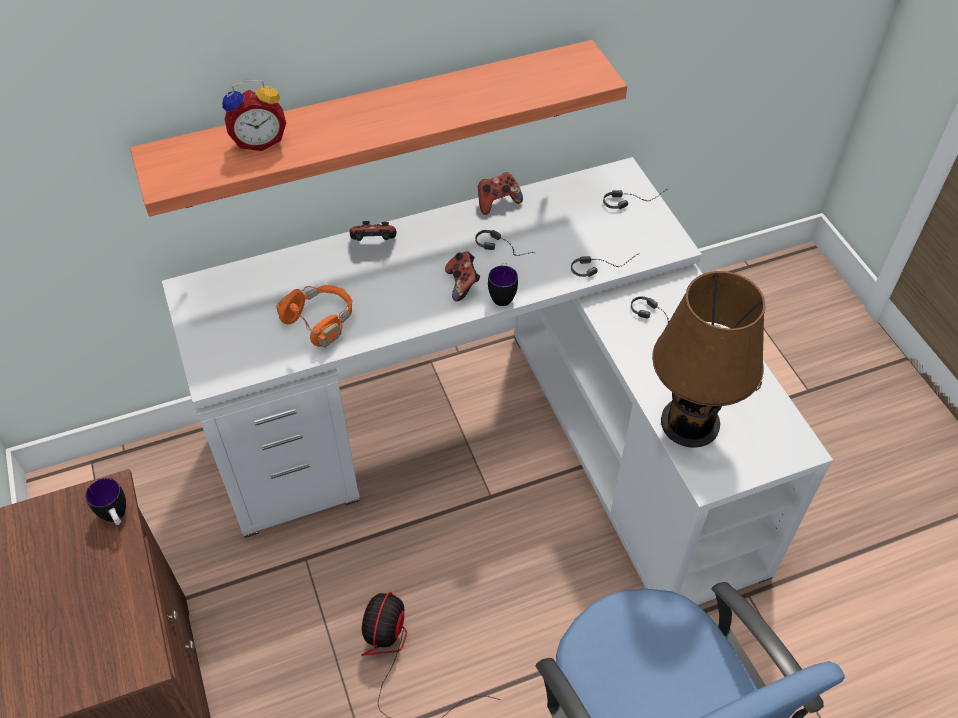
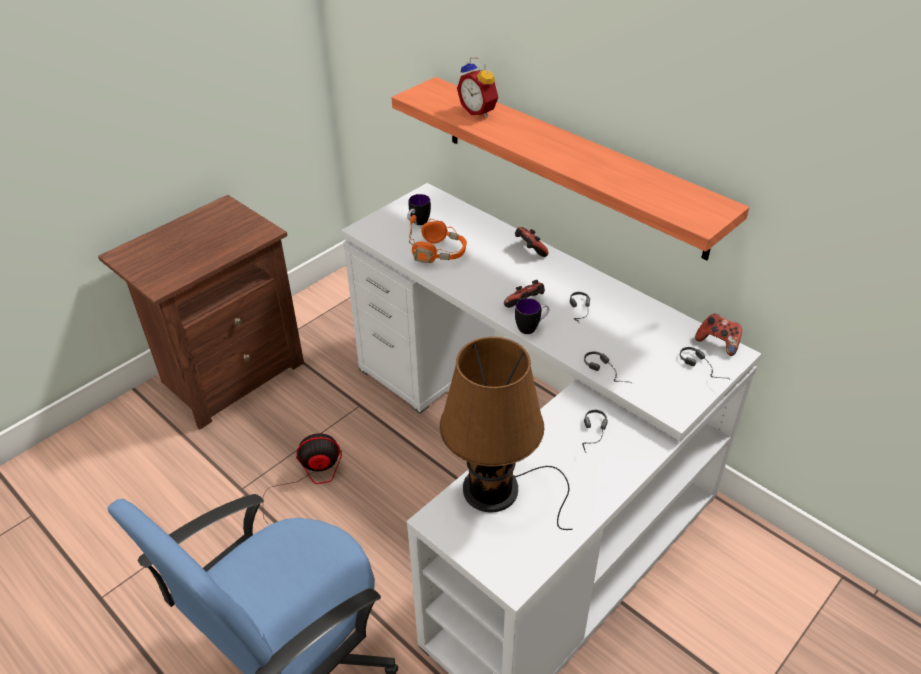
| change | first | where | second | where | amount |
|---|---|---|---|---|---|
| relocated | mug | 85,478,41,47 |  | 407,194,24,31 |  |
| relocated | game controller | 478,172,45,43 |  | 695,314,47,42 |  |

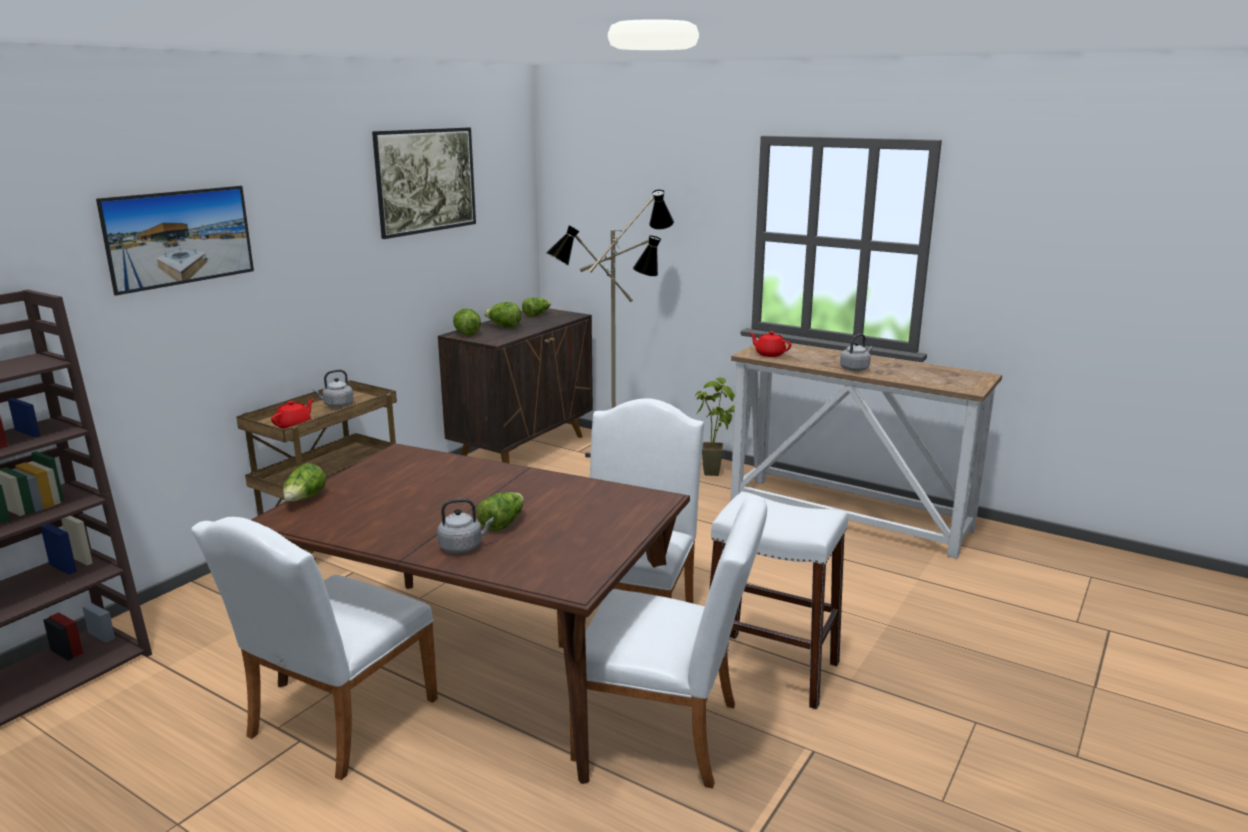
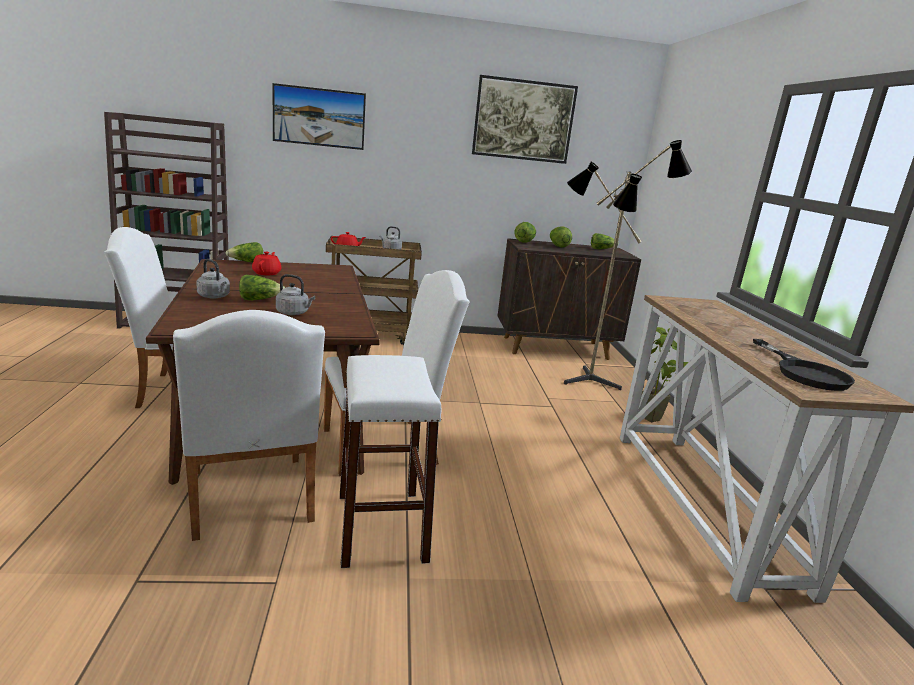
| change | first | where | second | where | amount |
|---|---|---|---|---|---|
| relocated | teapot (red) | 750,331,41,26 |  | 252,252,29,23 |  |
| relocated | kettle (grey) | 840,334,33,37 |  | 276,274,39,41 |  |
| appeared |  |  | frying pan (black) | 753,339,102,52 |  |

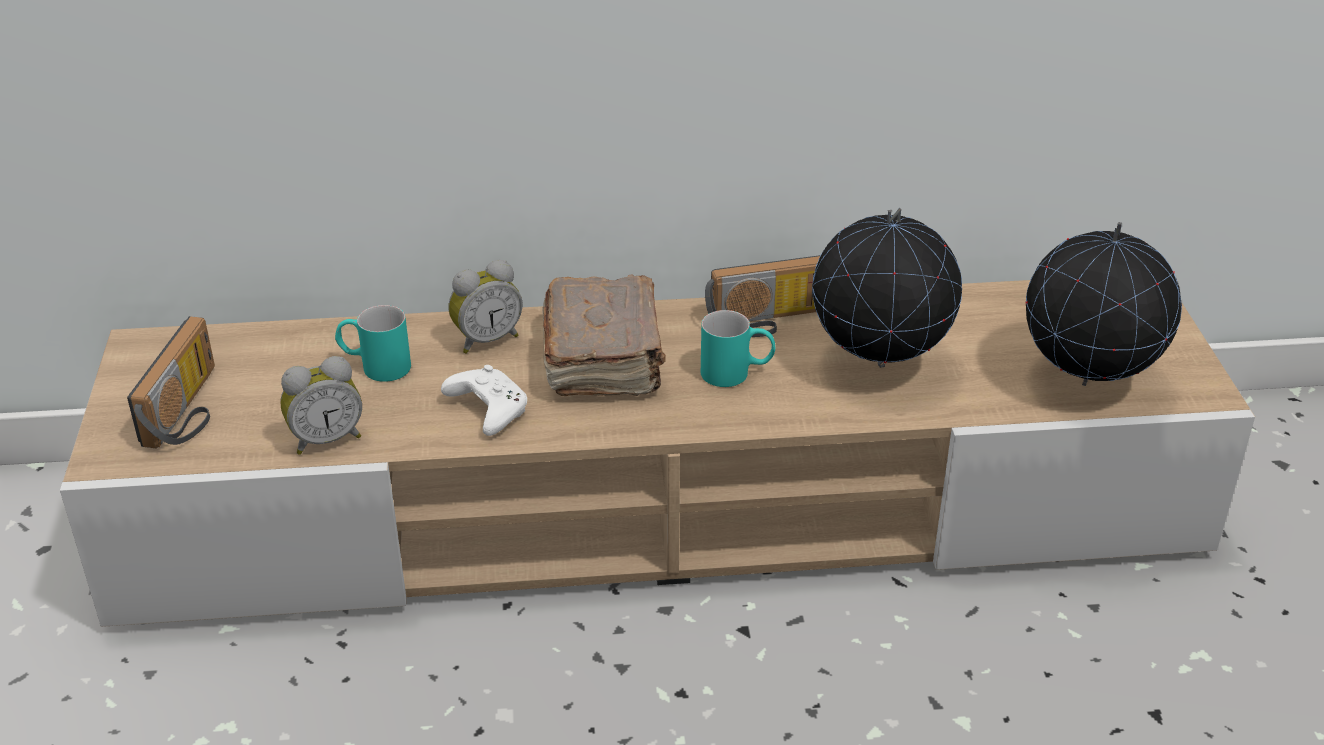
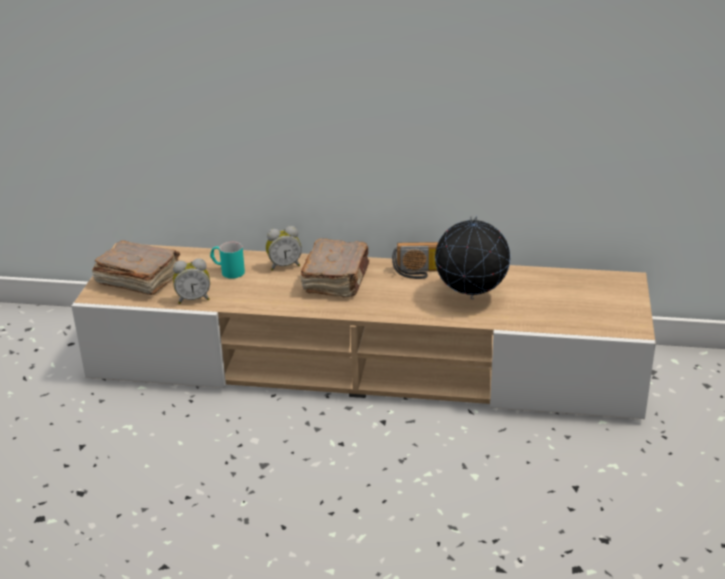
| change | first | where | second | where | amount |
|---|---|---|---|---|---|
| exchanged | radio | 127,316,88,133 | book (brown) | 92,240,88,55 |  |
| missing | game controller (white) | 441,365,86,71 |  |  |  |
| missing | mug (turquoise) | 701,310,74,77 |  |  |  |
| missing | globe | 1025,222,157,164 |  |  |  |

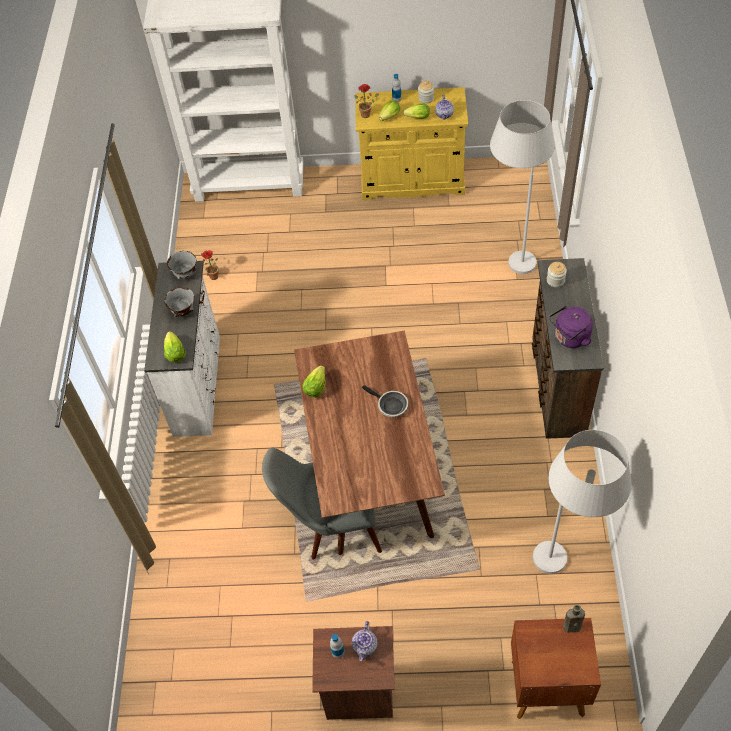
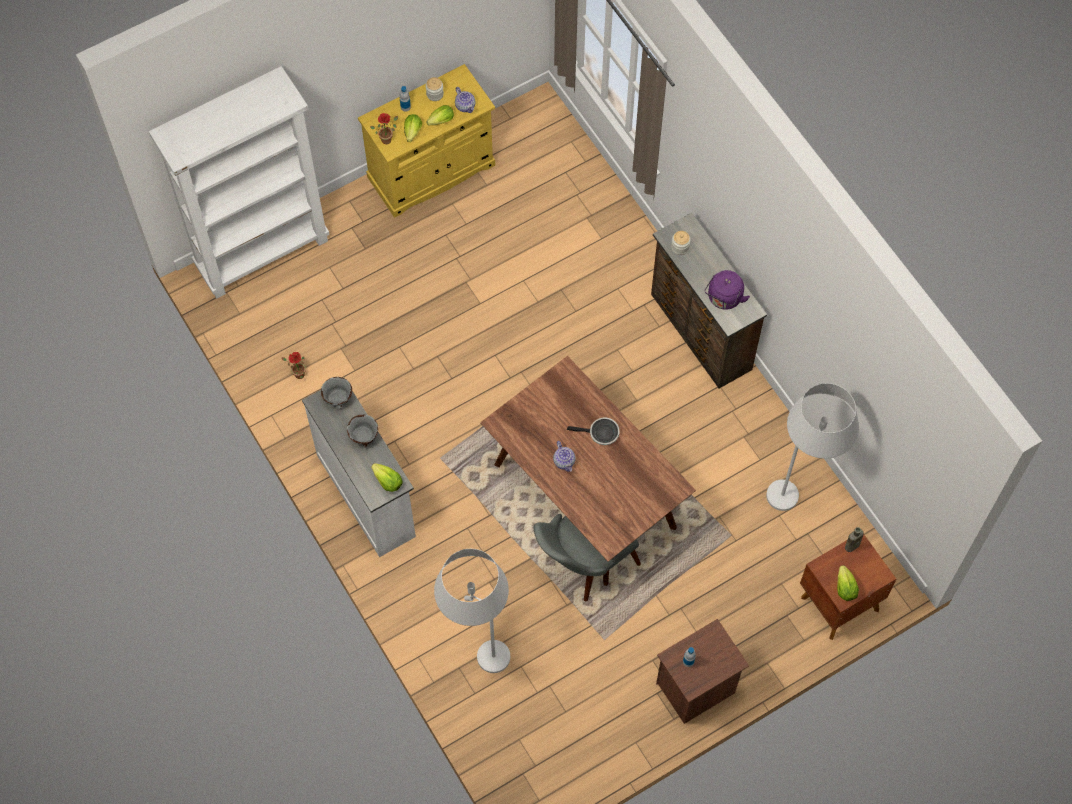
| change | first | where | second | where | amount |
|---|---|---|---|---|---|
| relocated | floor lamp (white) | 490,100,65,174 |  | 434,549,76,124 |  |
| relocated | teapot | 352,621,25,40 |  | 553,441,23,31 |  |
| relocated | lettuce | 302,365,24,32 |  | 837,565,22,36 |  |

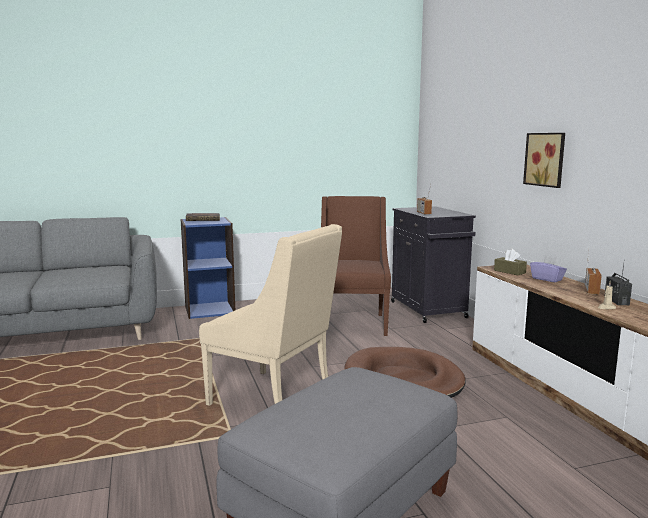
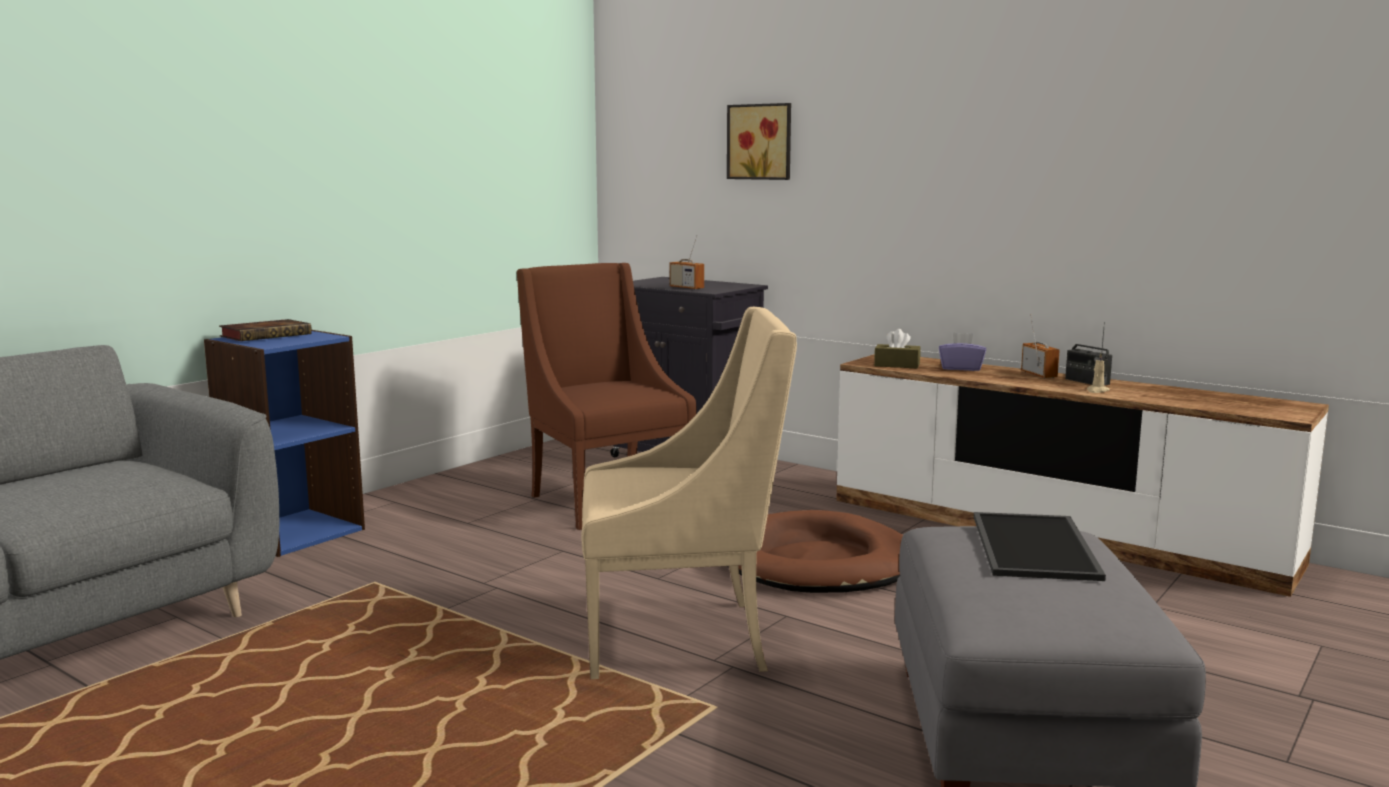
| change | first | where | second | where | amount |
|---|---|---|---|---|---|
| relocated | picture | 523,133,42,55 |  | 727,103,64,77 |  |
| appeared |  |  | tray | 974,512,132,69 |  |

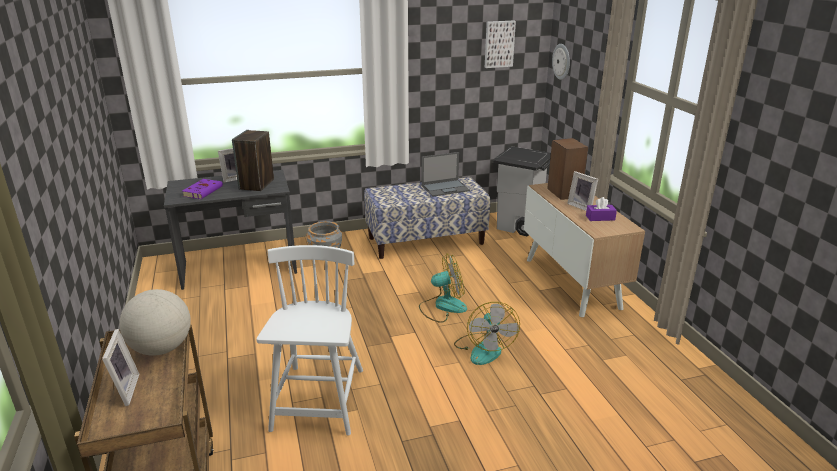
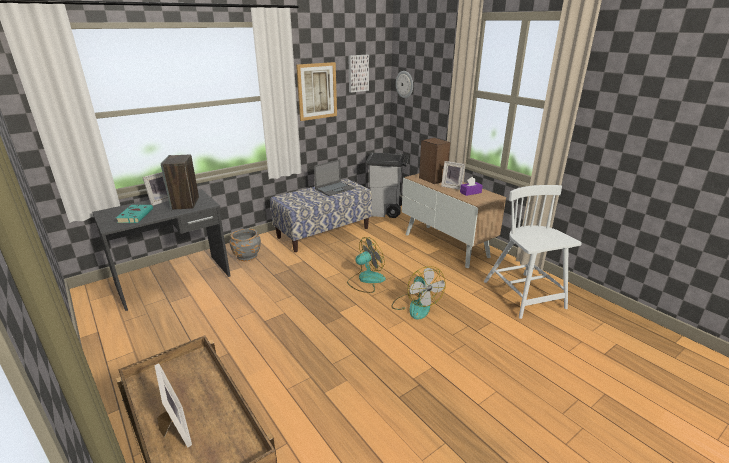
| change | first | where | second | where | amount |
|---|---|---|---|---|---|
| colour | book (purple) | 182,179,41,20 | book (turquoise) | 116,205,37,18 |  |
| appeared |  |  | picture | 296,62,41,59 |  |
| relocated | chair (white) | 256,245,107,190 |  | 484,185,98,134 |  |
| missing | globe | 119,289,72,67 |  |  |  |

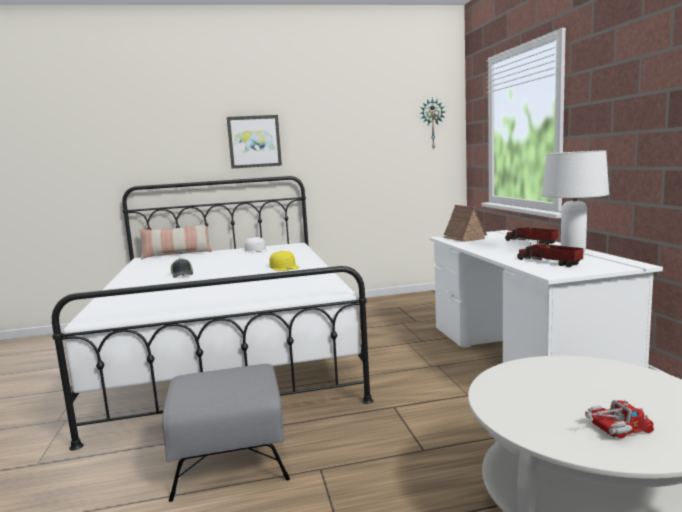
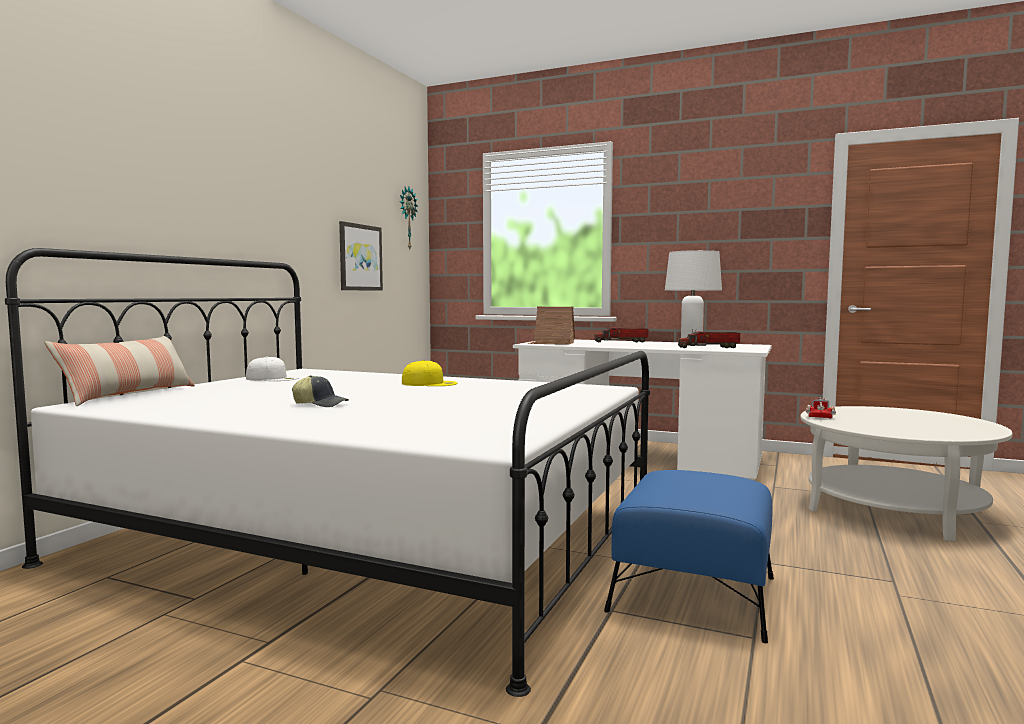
| change | first | where | second | where | amount |
|---|---|---|---|---|---|
| relocated | picture | 227,115,55,53 |  | 339,221,44,70 |  |
| colour | ottoman (grey) | 162,364,128,138 | ottoman (blue) | 604,470,170,173 |  |
| relocated | toy truck | 585,400,69,38 |  | 806,397,30,21 |  |

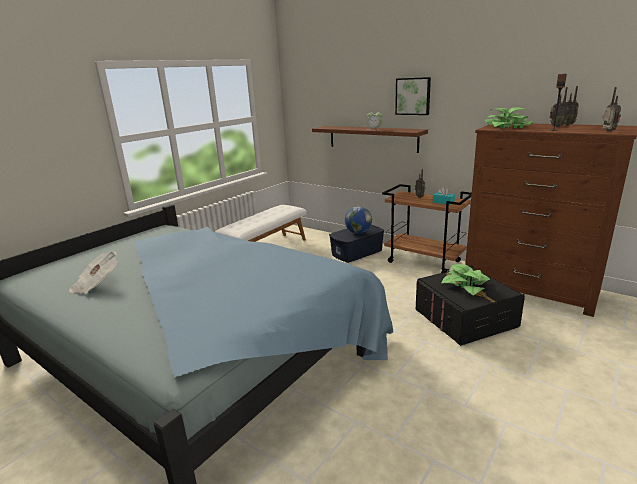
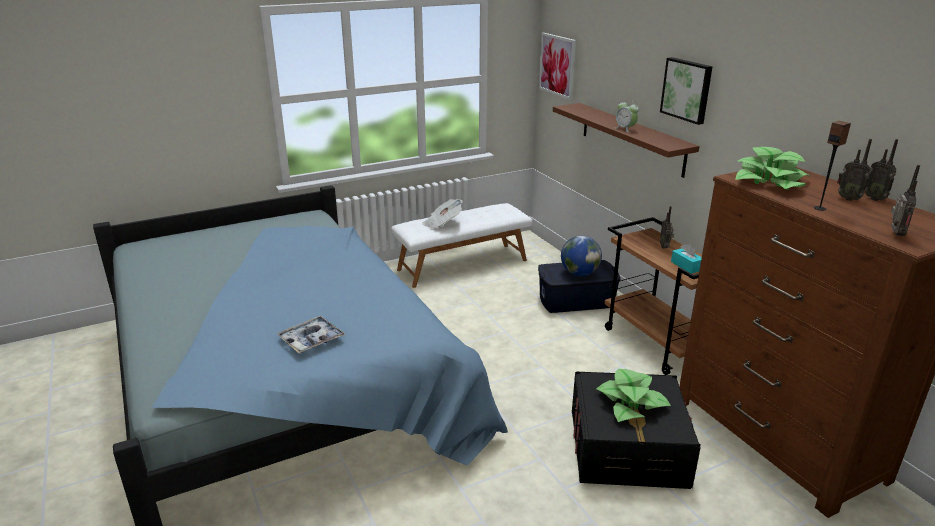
| change | first | where | second | where | amount |
|---|---|---|---|---|---|
| appeared |  |  | tray | 277,316,68,37 |  |
| relocated | newspaper | 69,251,48,43 |  | 422,199,41,30 |  |
| appeared |  |  | picture | 539,33,37,67 |  |

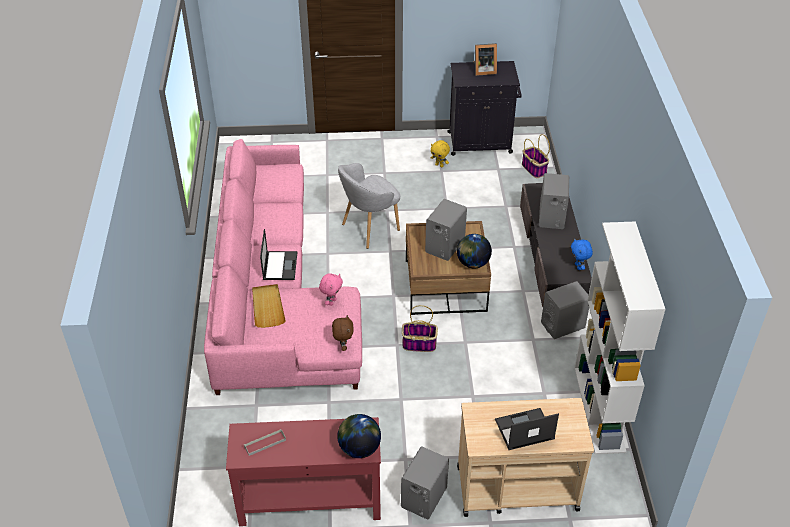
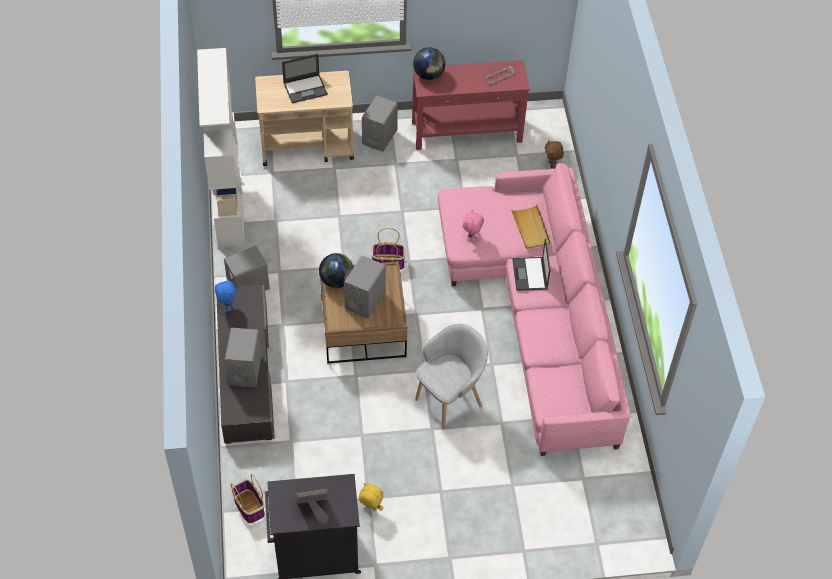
| change | first | where | second | where | amount |
|---|---|---|---|---|---|
| relocated | plush toy (brown) | 332,315,22,36 |  | 545,140,19,29 |  |

